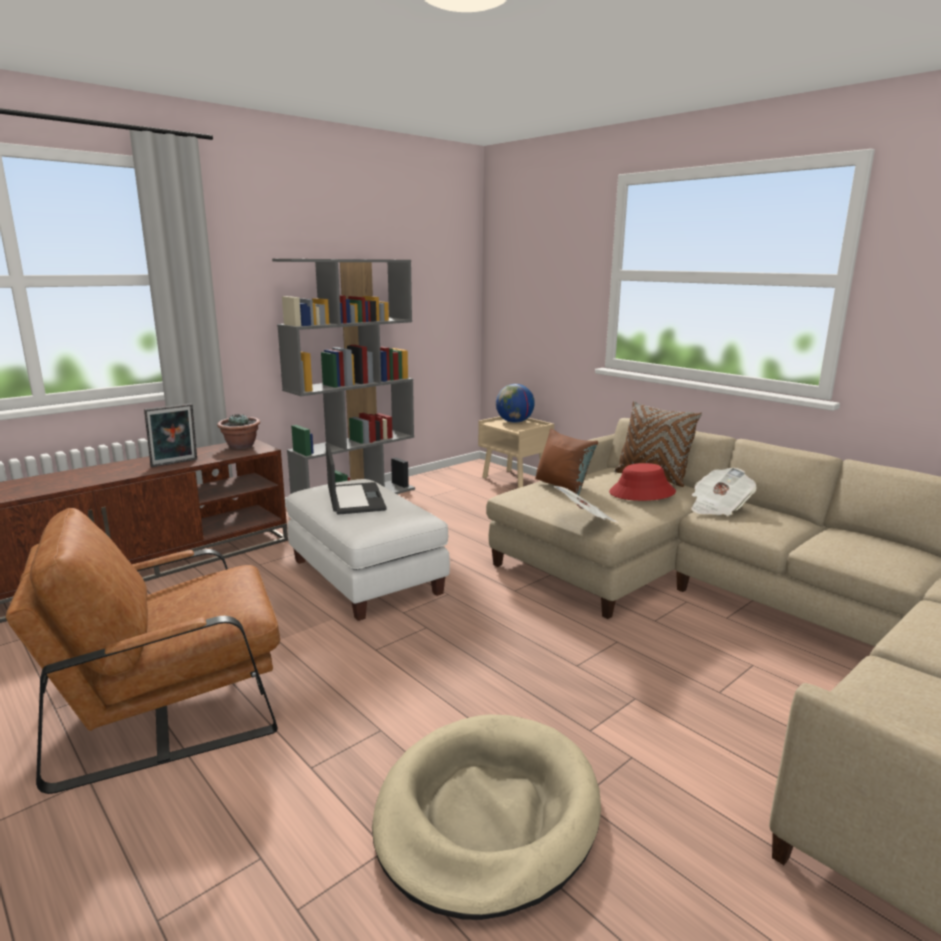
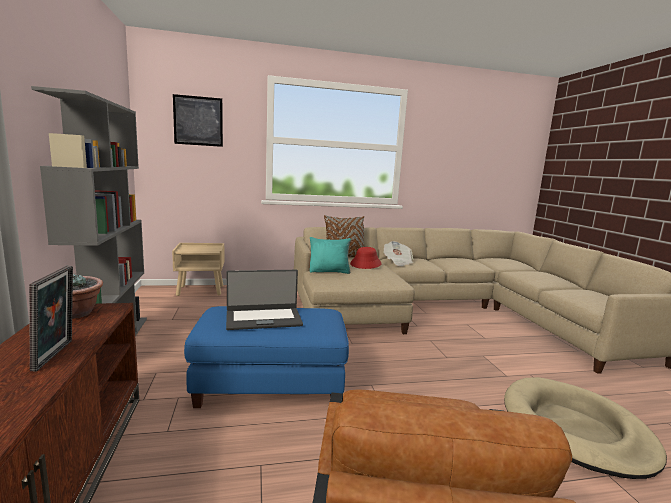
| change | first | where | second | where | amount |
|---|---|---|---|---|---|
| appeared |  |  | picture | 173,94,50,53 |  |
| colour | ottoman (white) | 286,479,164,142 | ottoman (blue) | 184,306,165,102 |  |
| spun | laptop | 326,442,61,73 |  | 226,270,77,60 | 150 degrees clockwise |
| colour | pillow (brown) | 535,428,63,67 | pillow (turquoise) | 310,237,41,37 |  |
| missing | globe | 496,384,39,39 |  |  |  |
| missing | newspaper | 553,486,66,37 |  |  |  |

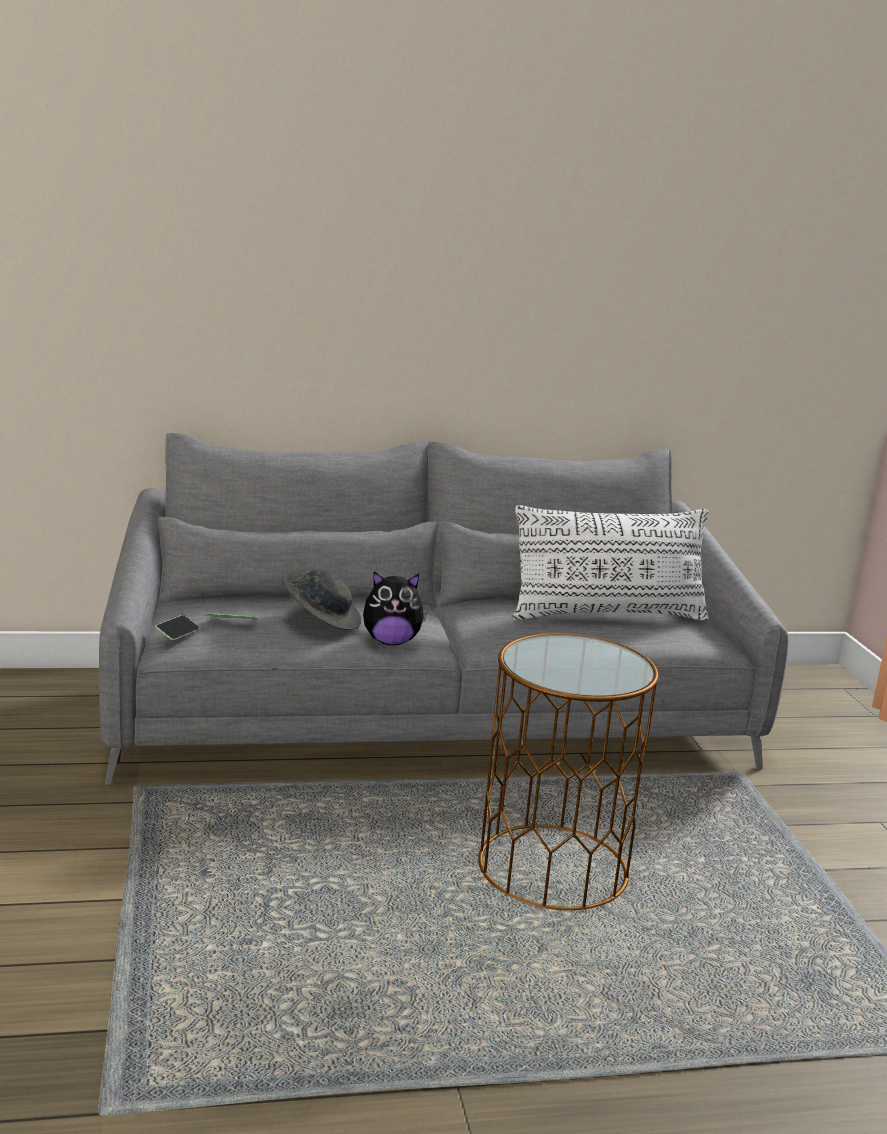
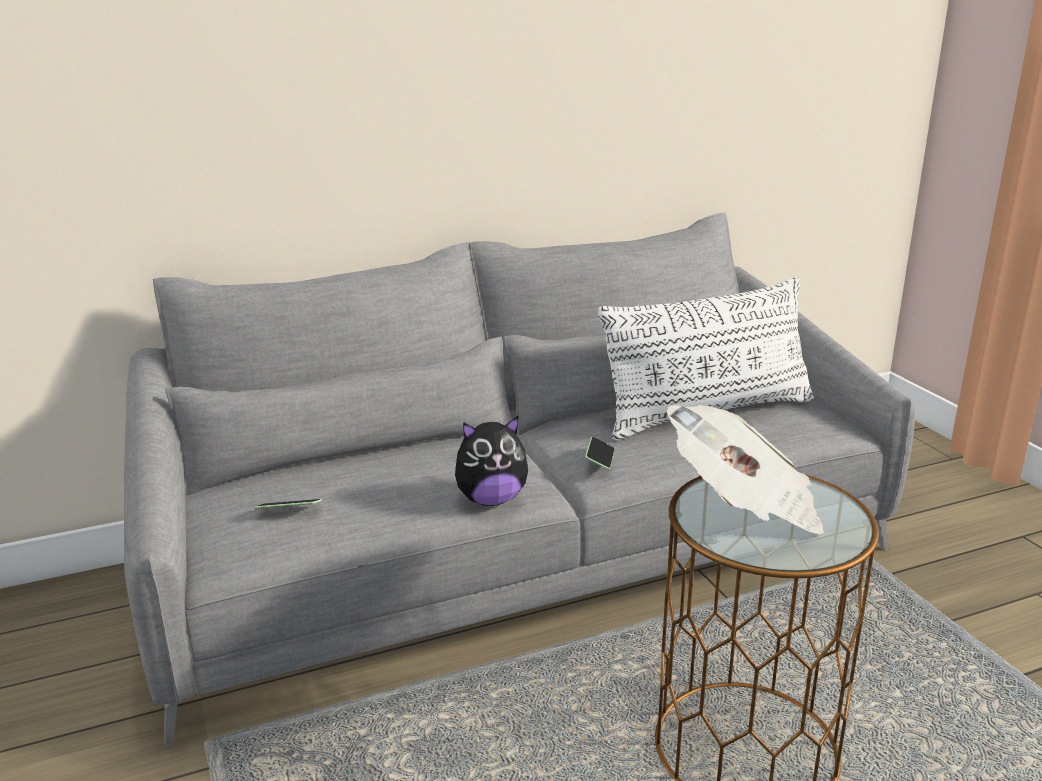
| change | first | where | second | where | amount |
|---|---|---|---|---|---|
| relocated | phone | 155,615,45,26 |  | 585,437,30,32 |  |
| appeared |  |  | newspaper | 667,405,158,129 |  |
| missing | hat (grey) | 282,569,79,61 |  |  |  |

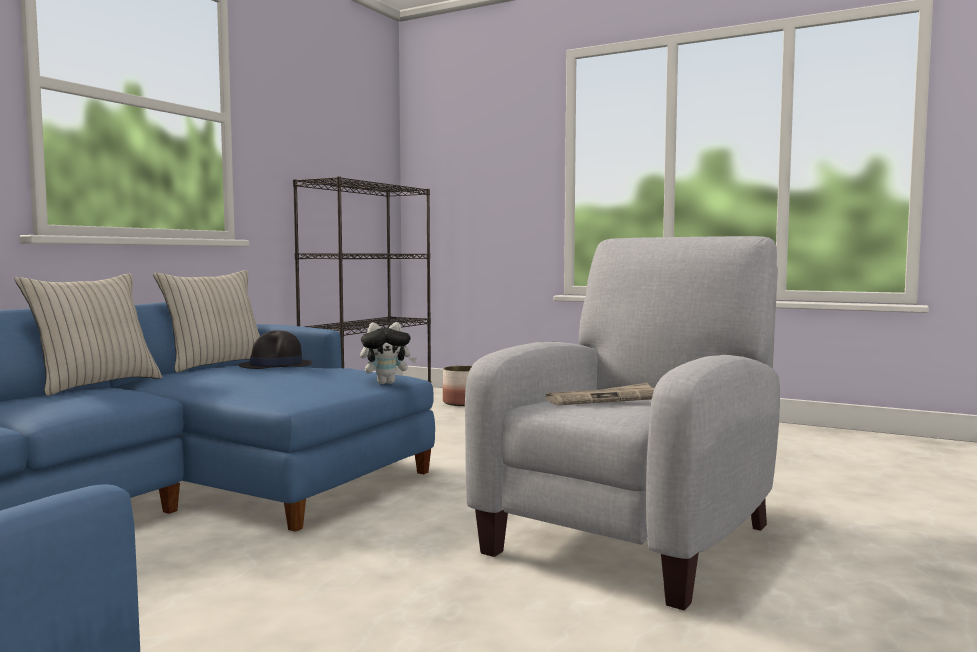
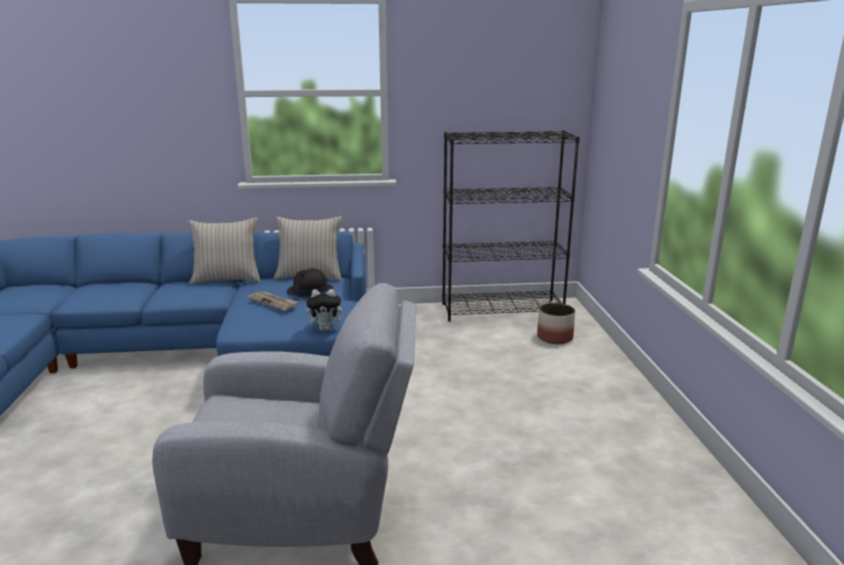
| change | first | where | second | where | amount |
|---|---|---|---|---|---|
| relocated | newspaper | 546,383,109,22 |  | 248,291,50,20 |  |
| spun | plush toy | 360,322,57,62 |  | 306,289,41,42 | 45 degrees counterclockwise |

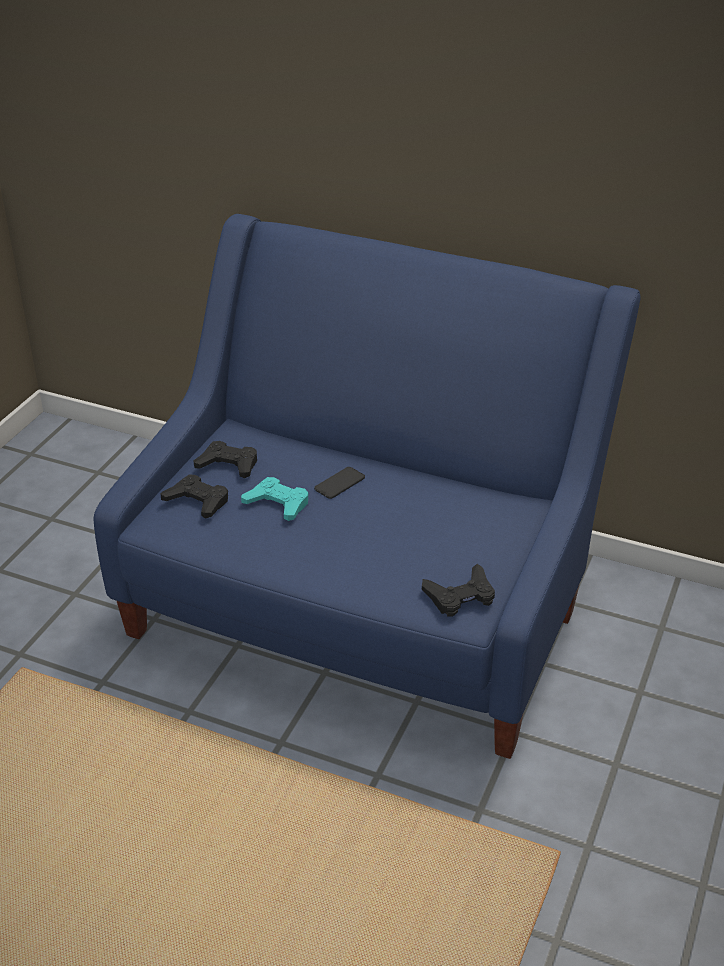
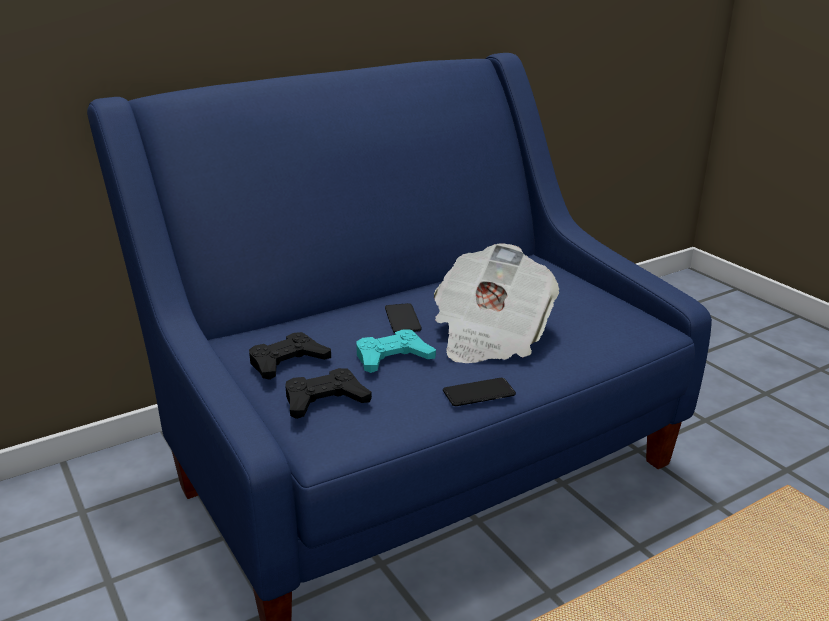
| change | first | where | second | where | amount |
|---|---|---|---|---|---|
| appeared |  |  | newspaper | 433,243,126,120 |  |
| appeared |  |  | phone | 443,378,73,28 |  |
| missing | game controller (black) | 422,564,73,53 |  |  |  |

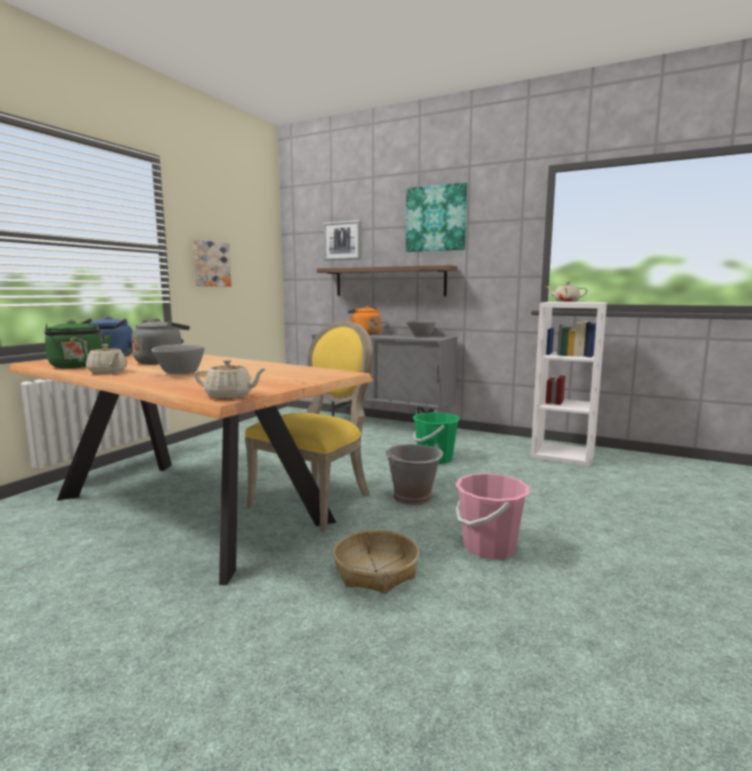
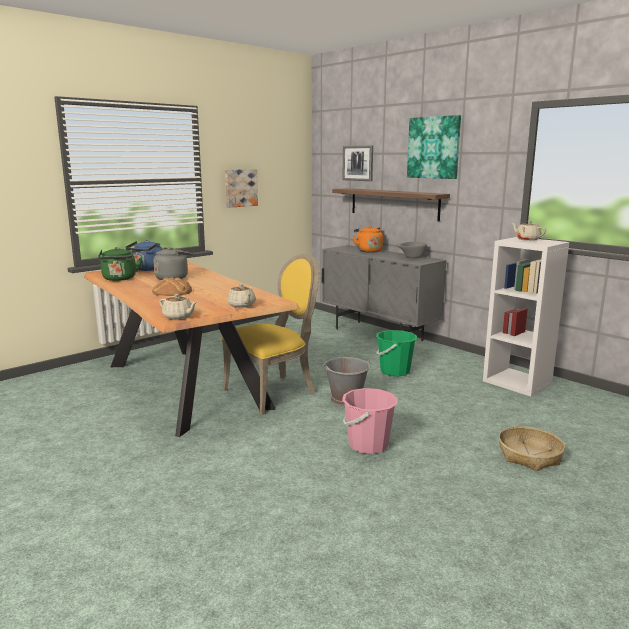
| change | first | where | second | where | amount |
|---|---|---|---|---|---|
| exchanged | bowl (grey) | 152,345,53,29 | bread | 152,278,40,18 |  |
| relocated | teapot (beige) | 86,344,41,30 |  | 227,284,29,24 |  |
| relocated | basket | 333,530,86,64 |  | 498,426,67,45 |  |

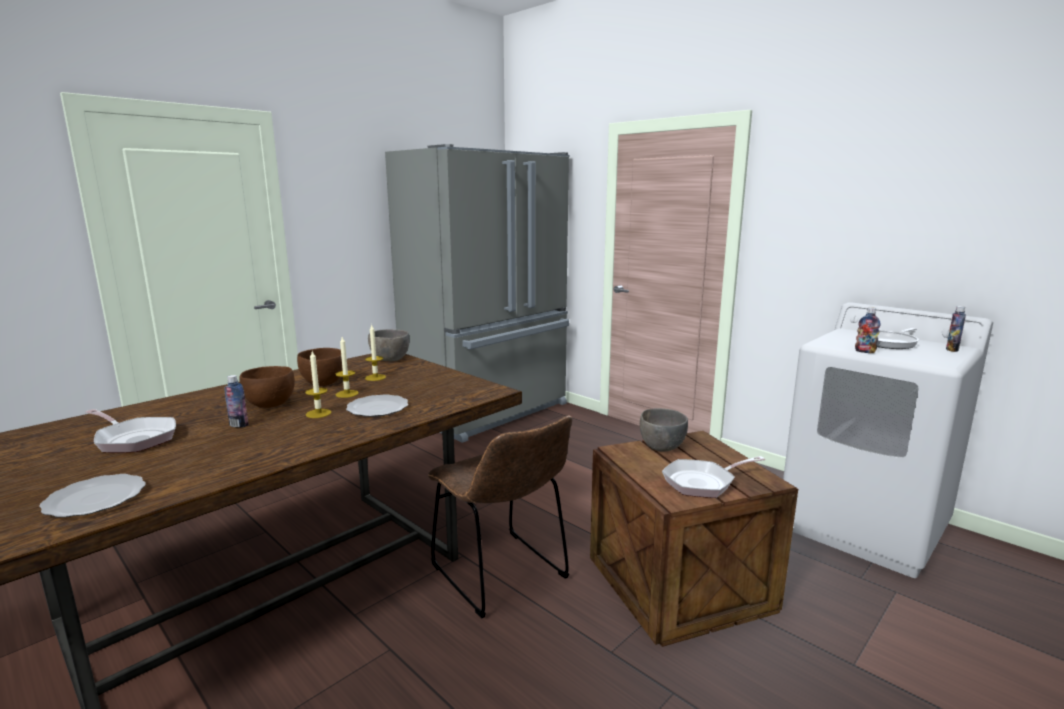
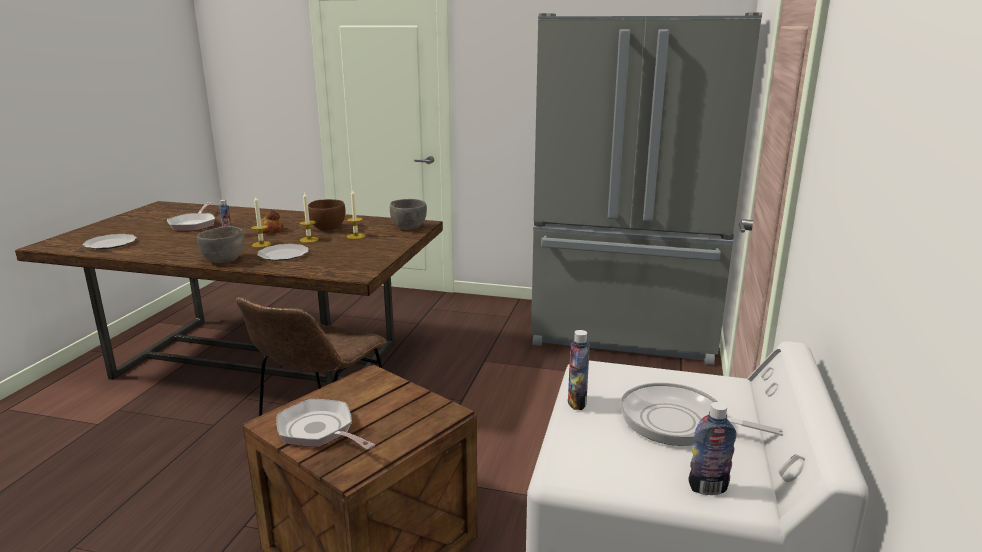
| change | first | where | second | where | amount |
|---|---|---|---|---|---|
| relocated | bowl (grey) | 640,408,48,44 |  | 197,226,48,37 |  |
| exchanged | bowl (brown) | 239,366,56,42 | bread | 261,210,23,24 |  |

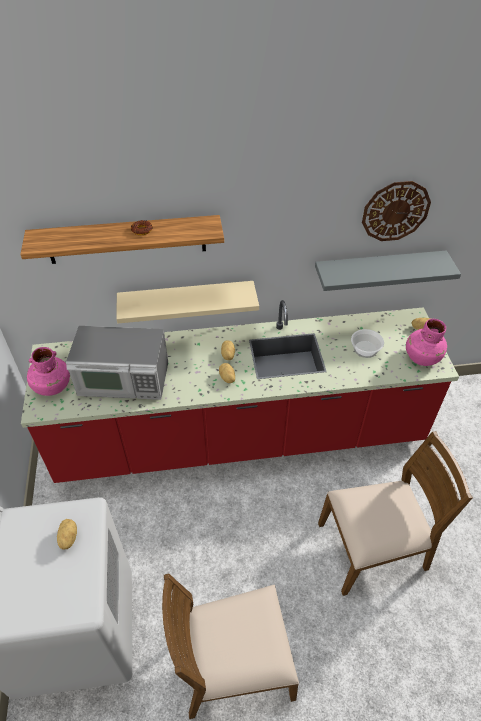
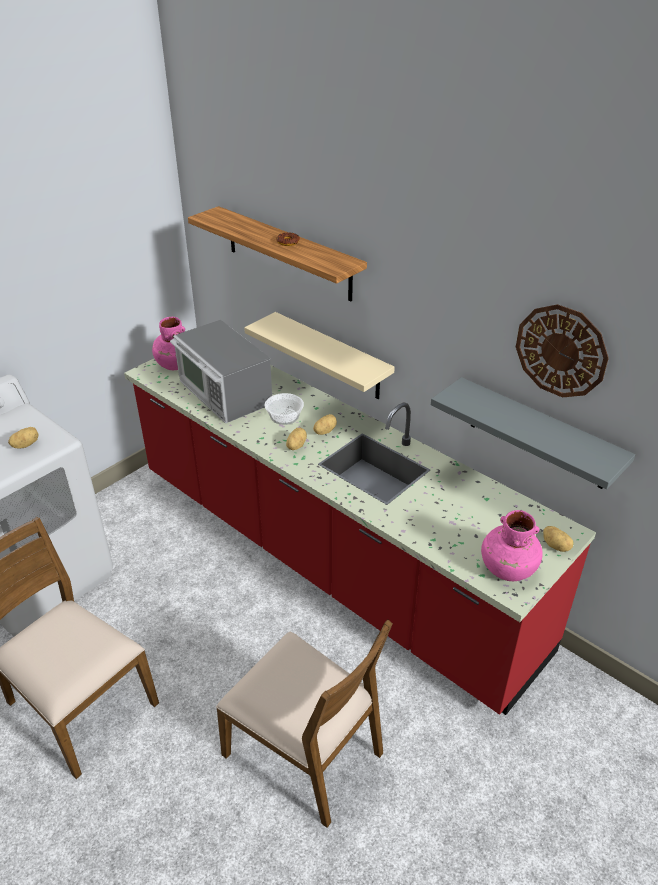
| change | first | where | second | where | amount |
|---|---|---|---|---|---|
| relocated | bowl | 351,329,33,29 |  | 265,393,39,32 |  |

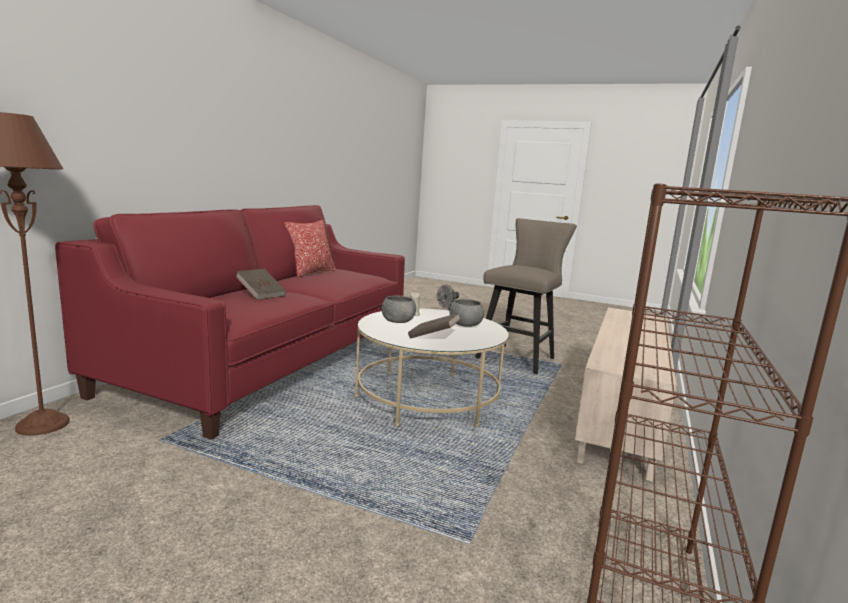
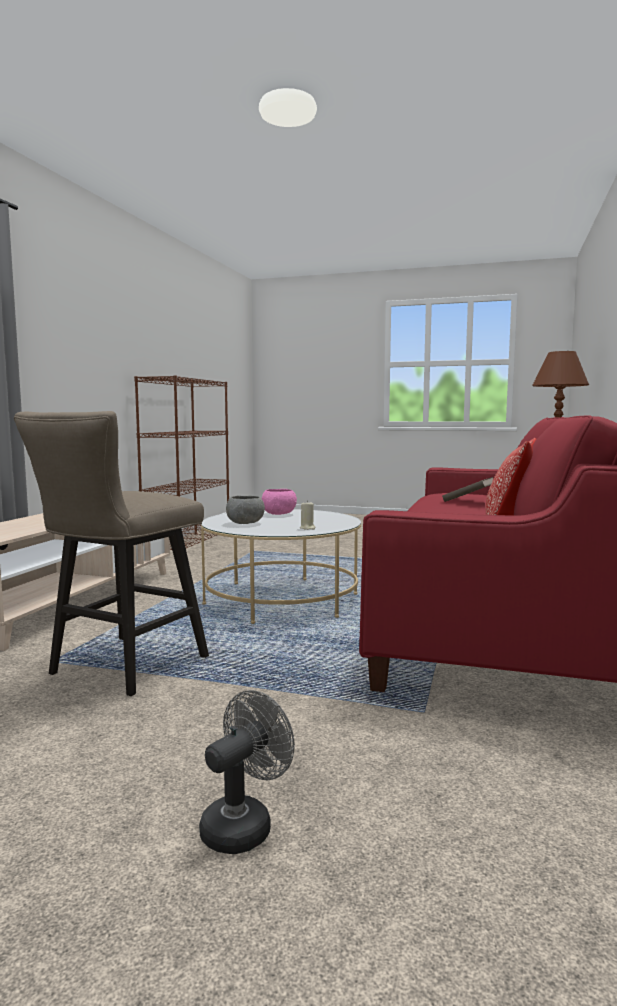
| change | first | where | second | where | amount |
|---|---|---|---|---|---|
| exchanged | book (brown) | 408,313,53,26 | bowl (pink) | 262,489,35,26 |  |
| missing | bowl (grey) | 382,296,34,27 |  |  |  |

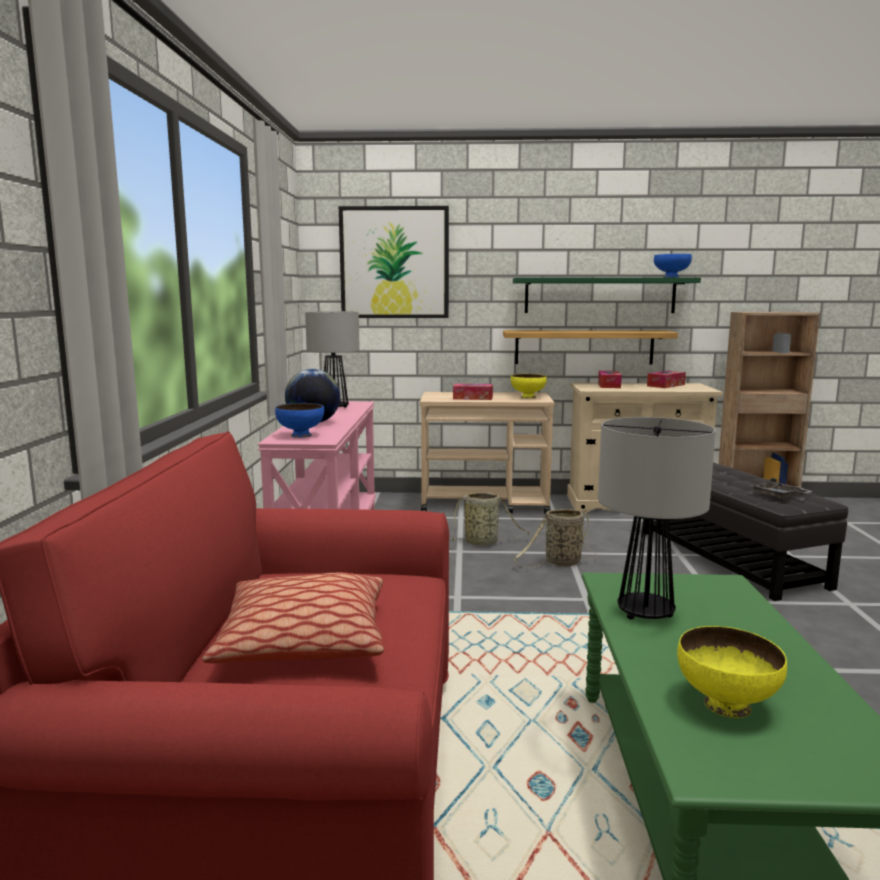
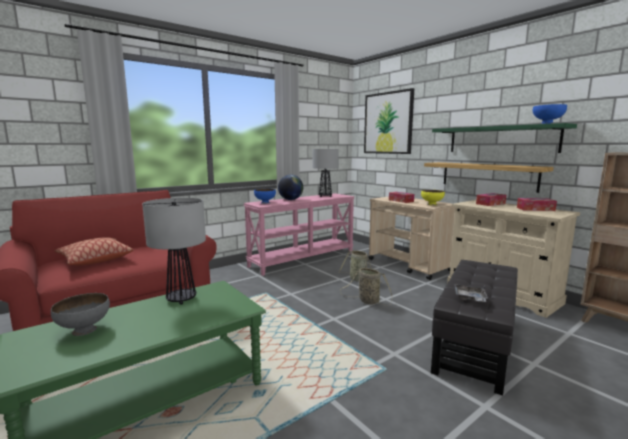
| change | first | where | second | where | amount |
|---|---|---|---|---|---|
| colour | bowl (yellow) | 677,626,110,92 | bowl (grey) | 51,293,59,43 |  |

